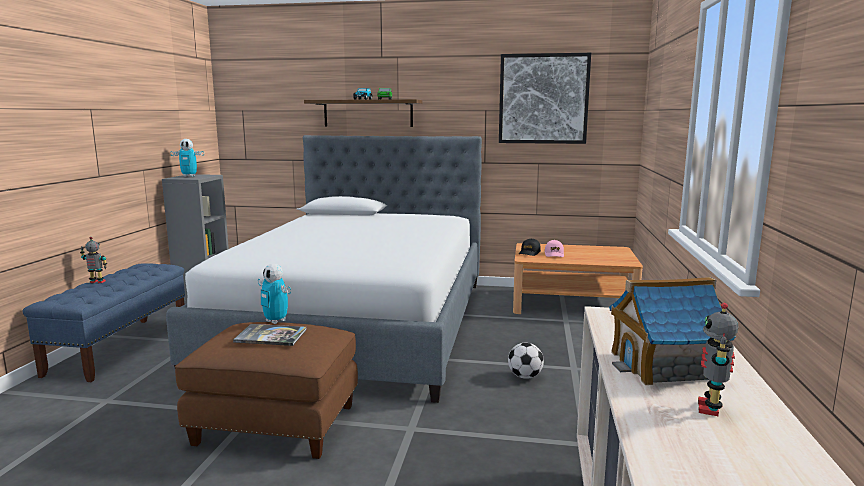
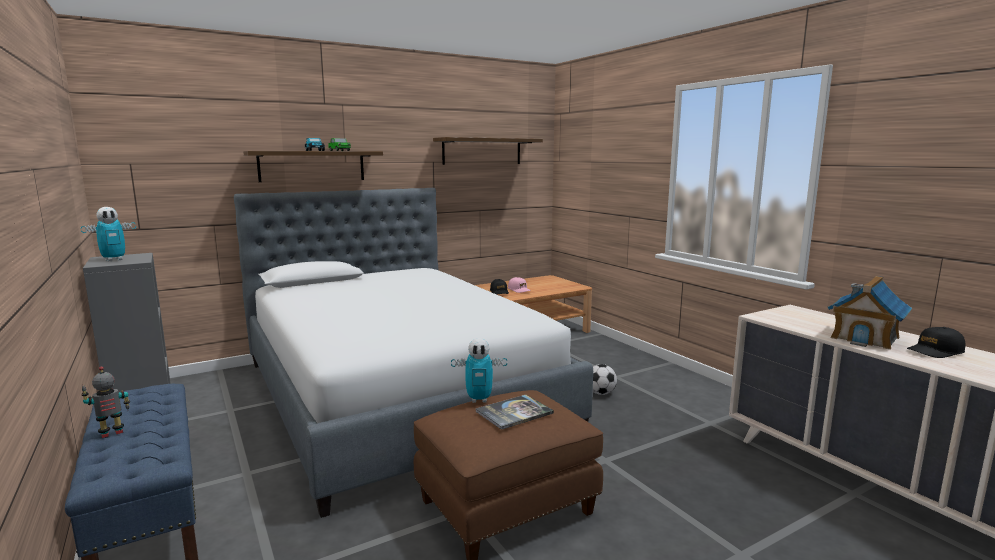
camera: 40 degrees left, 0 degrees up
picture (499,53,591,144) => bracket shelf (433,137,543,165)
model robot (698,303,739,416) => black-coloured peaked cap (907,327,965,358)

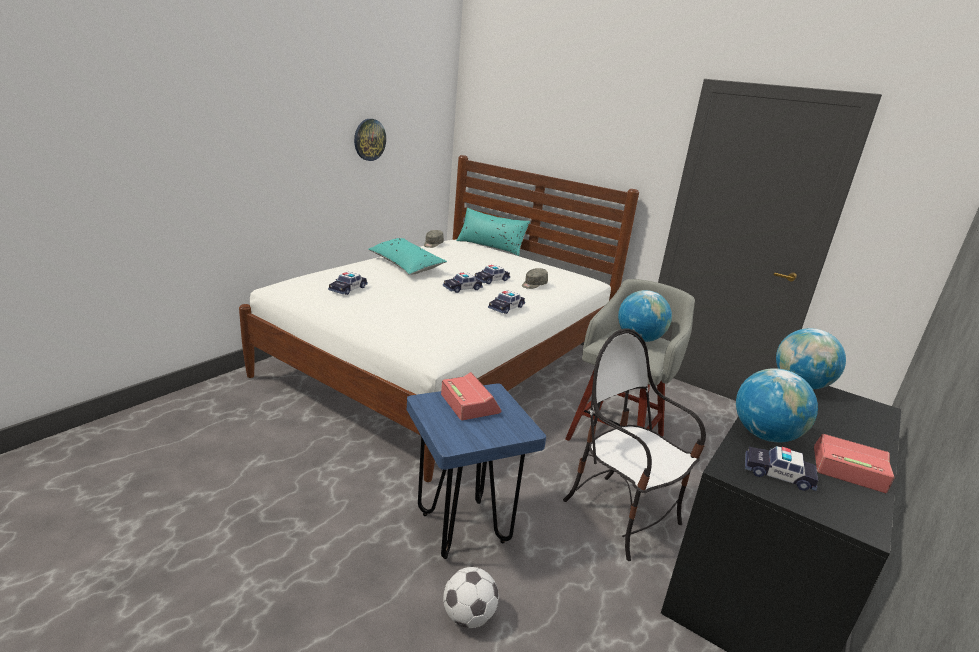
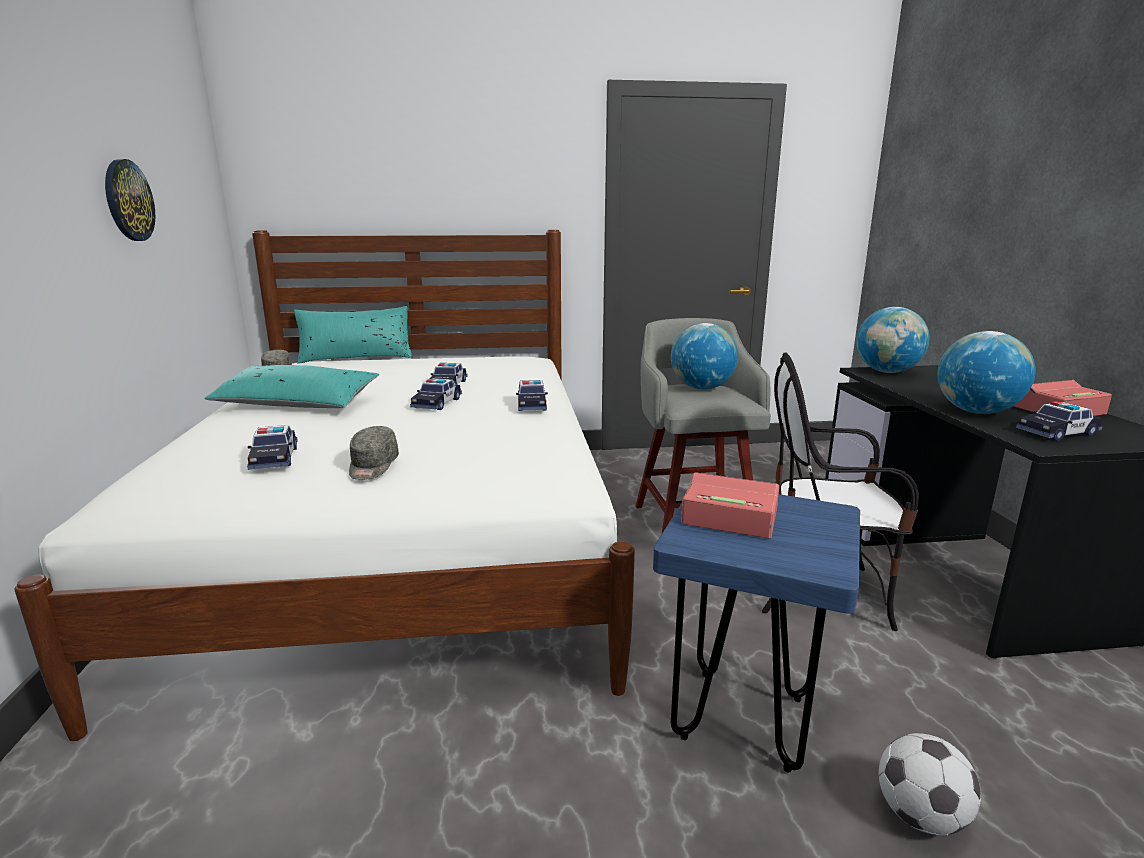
camera: 40 degrees left, 5 degrees down
grey peaked cap (522,268,548,289) => grey peaked cap (349,426,399,480), move

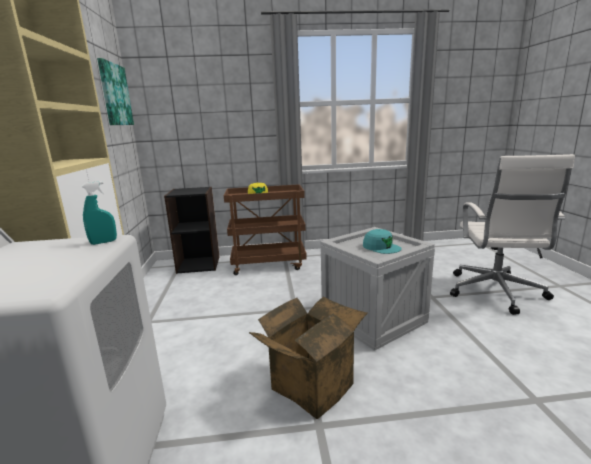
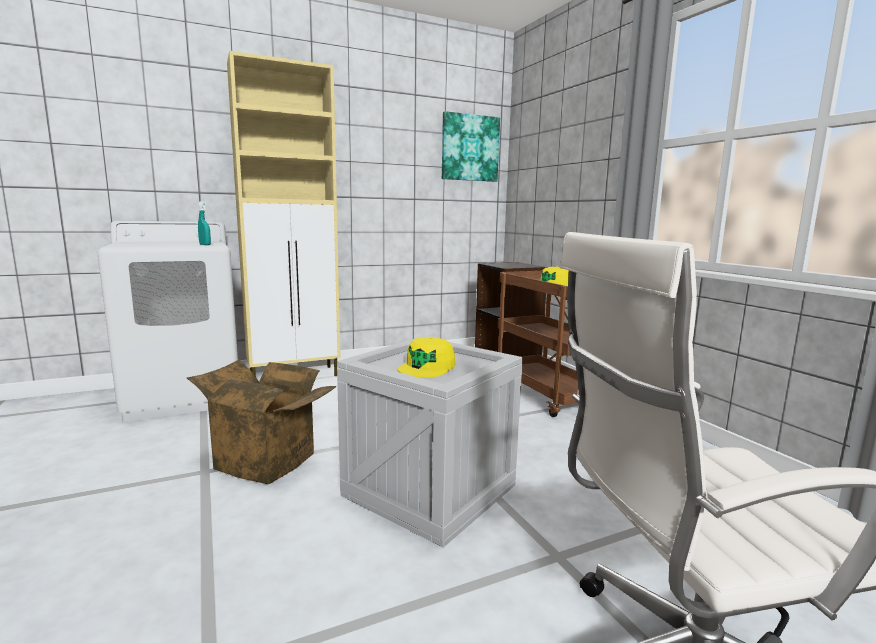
camera: 70 degrees right, 5 degrees down
turquoise-coloured peaked cap (363,229,402,254) => yellowish peaked cap (398,337,455,377)

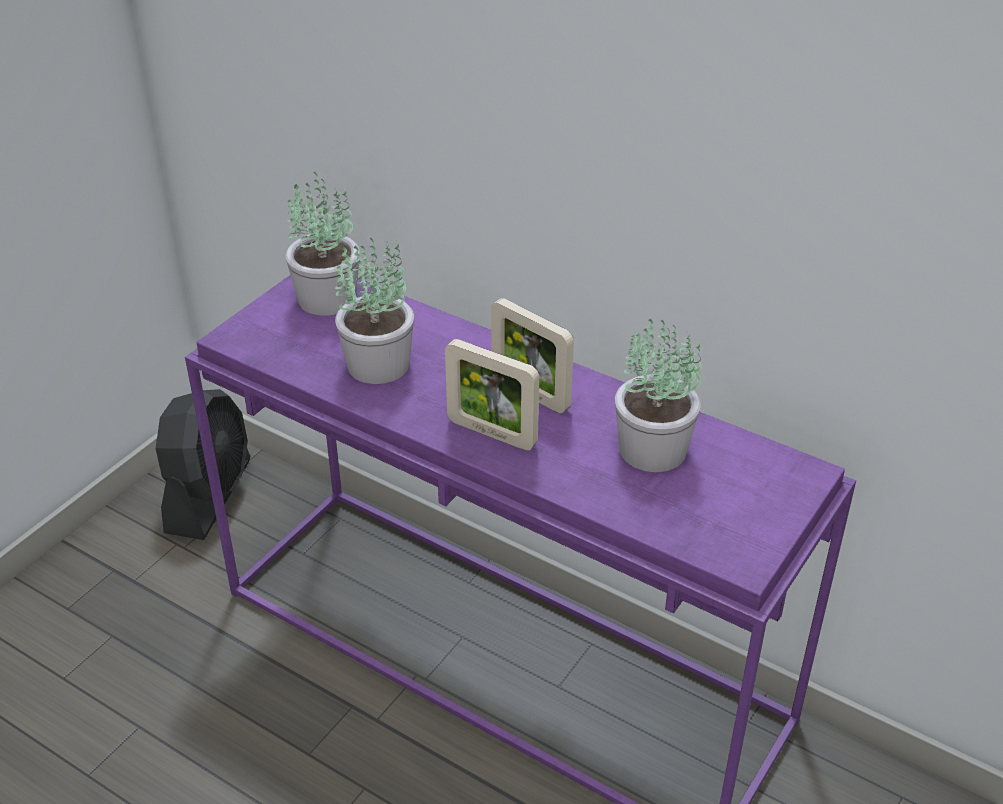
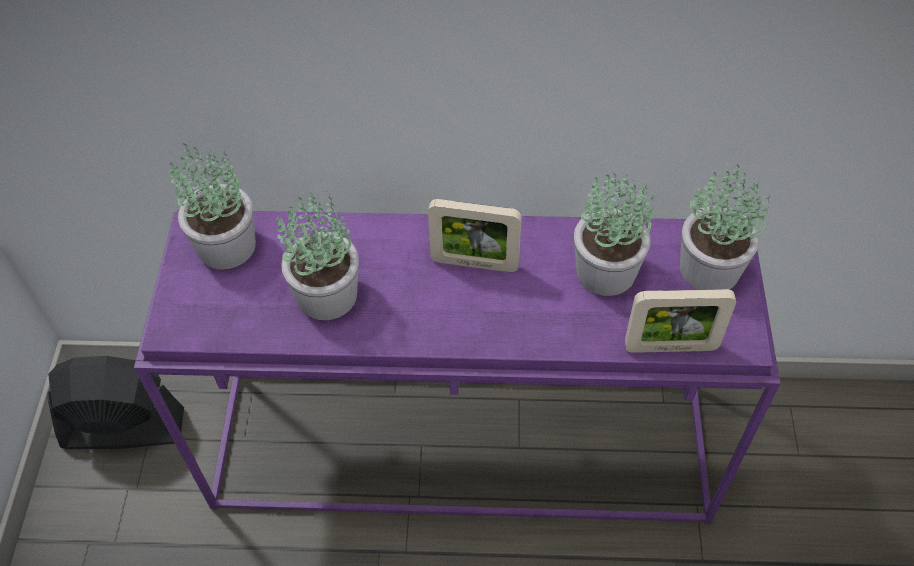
camera: 30 degrees left, 15 degrees up
nothing => houseplant (680,164,771,290)
picture frame (445,339,539,450) => picture frame (625,289,736,353), move
black-coloured fan (156,389,250,540) => black-coloured fan (47,356,184,449), 75 degrees counterclockwise

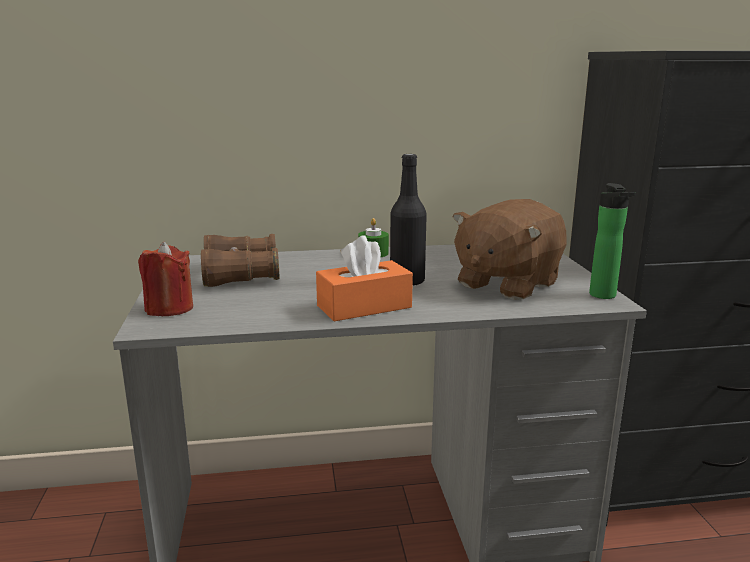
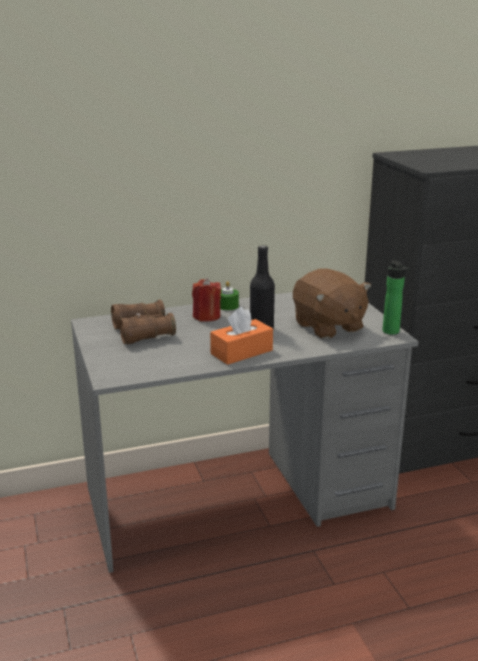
camera: 10 degrees left, 5 degrees up
reddish wax light (138,241,193,316) => reddish wax light (192,278,221,321), move
brownish cuddly toy (452,199,567,300) => brownish cuddly toy (293,268,371,339), 60 degrees counterclockwise

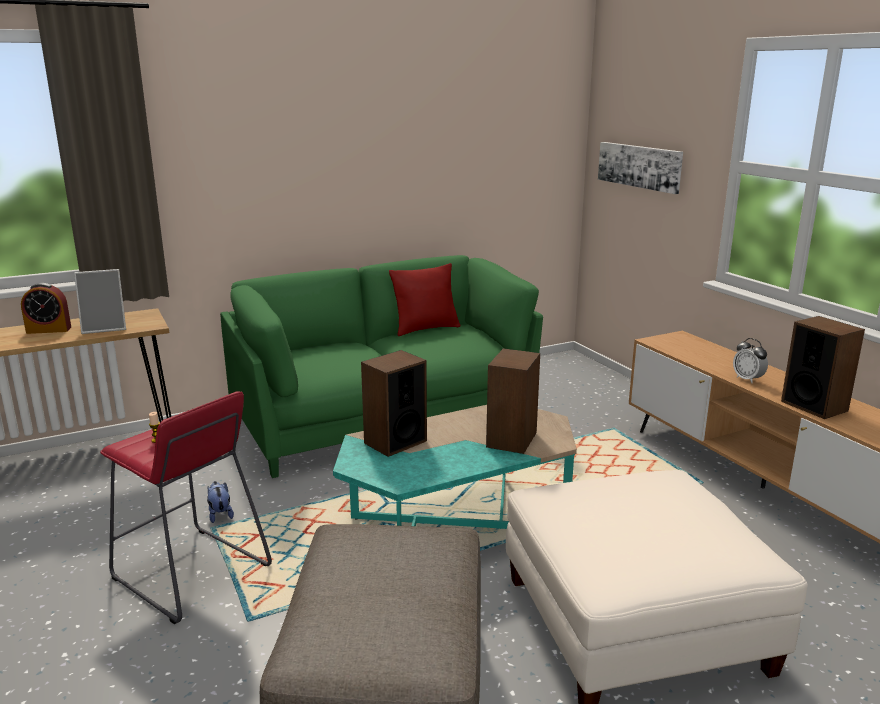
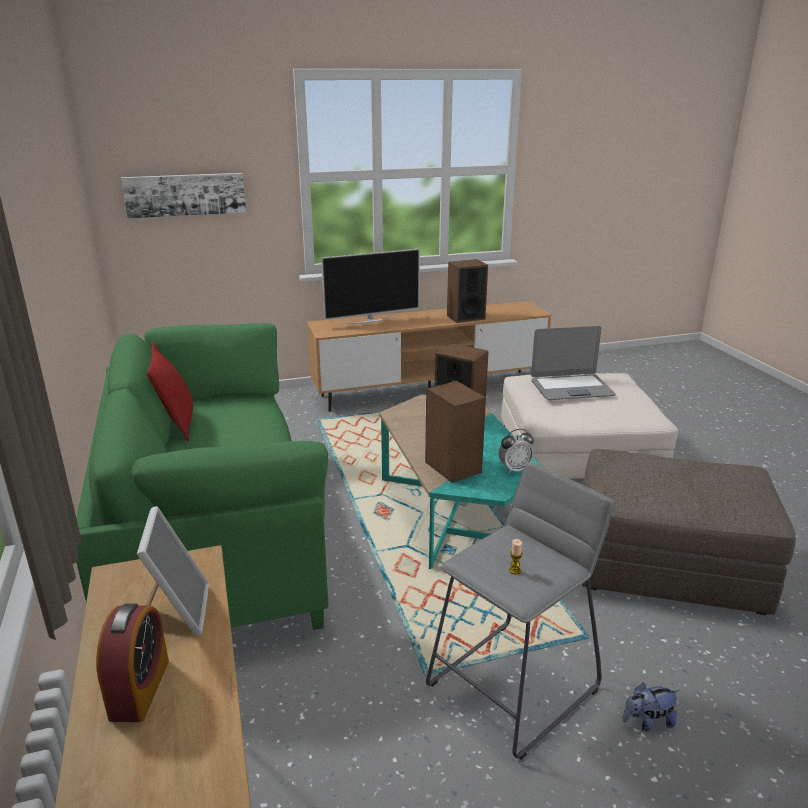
camera: 80 degrees left, 5 degrees up
nothing => TV (321,249,420,324)
nothing => portable computer (531,326,616,400)
cuddly toy (207,481,234,523) => cuddly toy (623,683,680,731), move
bedside clock (733,338,768,383) => bedside clock (498,429,534,473), move
reddish stool (100,391,272,624) => grey stool (426,461,614,760)

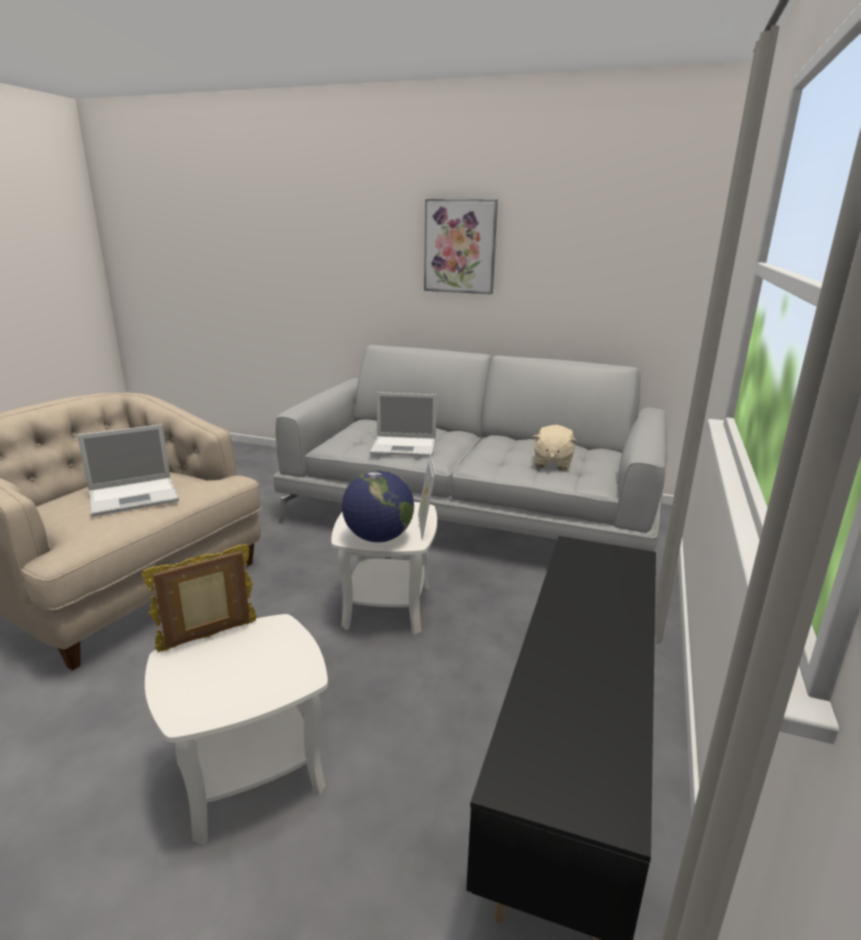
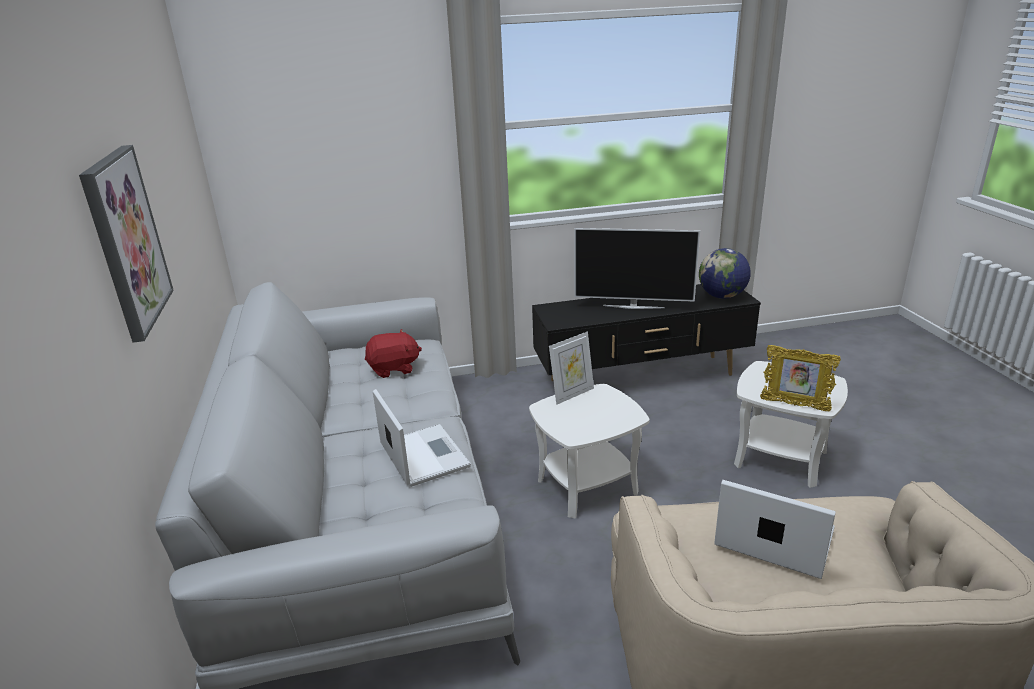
camera: 120 degrees left, 5 degrees up
nothing => TV (574,228,700,309)
world globe (342,470,414,542) => world globe (699,248,751,298), move
beige cuddly toy (533,425,577,470) => reddish cuddly toy (365,329,422,378)

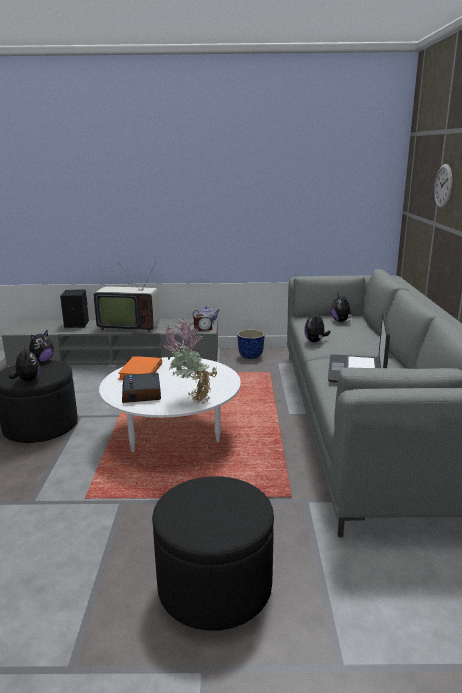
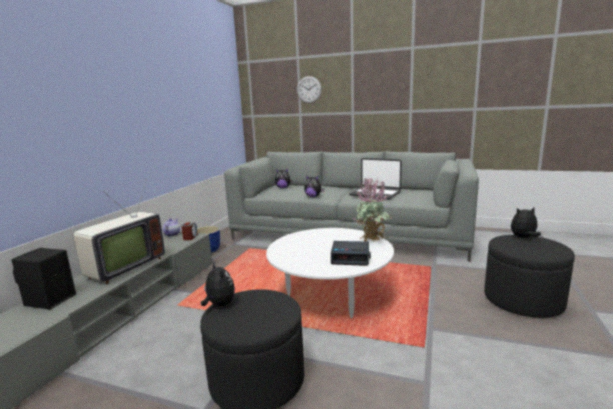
camera: 70 degrees left, 5 degrees down
orange-coloured volume (118,356,162,380) => nothing
cuddly toy (9,346,40,381) => cuddly toy (511,207,541,238), move

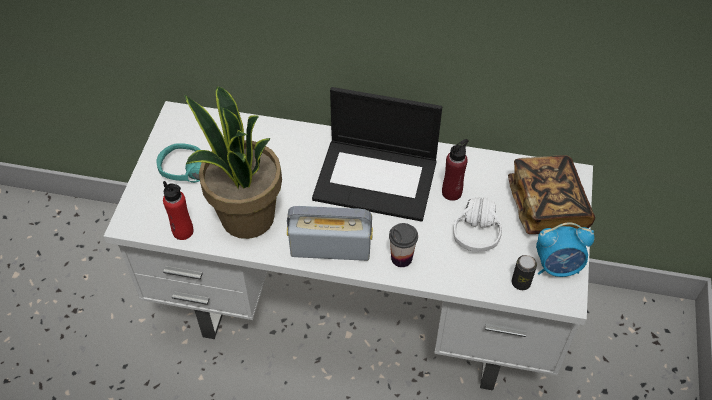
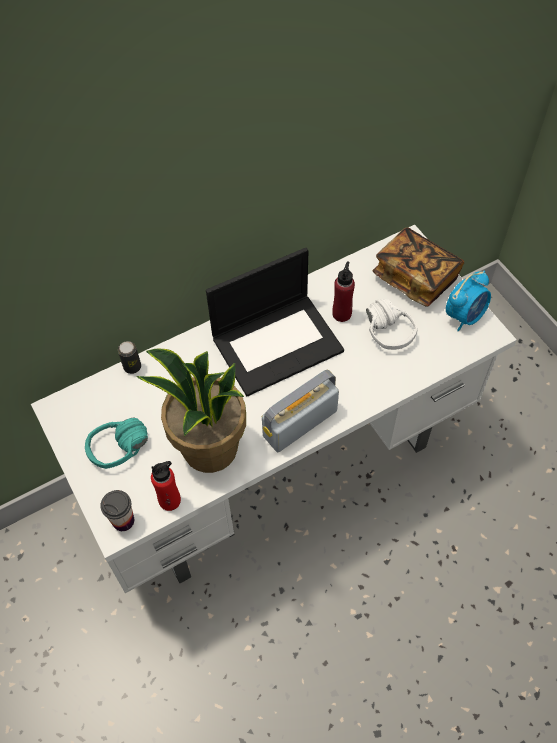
camera: 40 degrees left, 5 degrees up
small cup (389,223,418,267) => small cup (100,490,134,531), move
sealed can (512,255,537,290) => sealed can (118,341,141,374), move

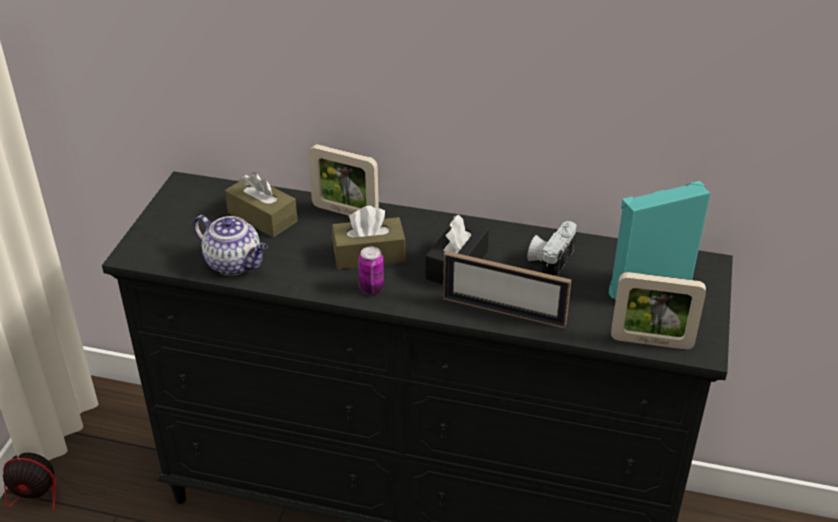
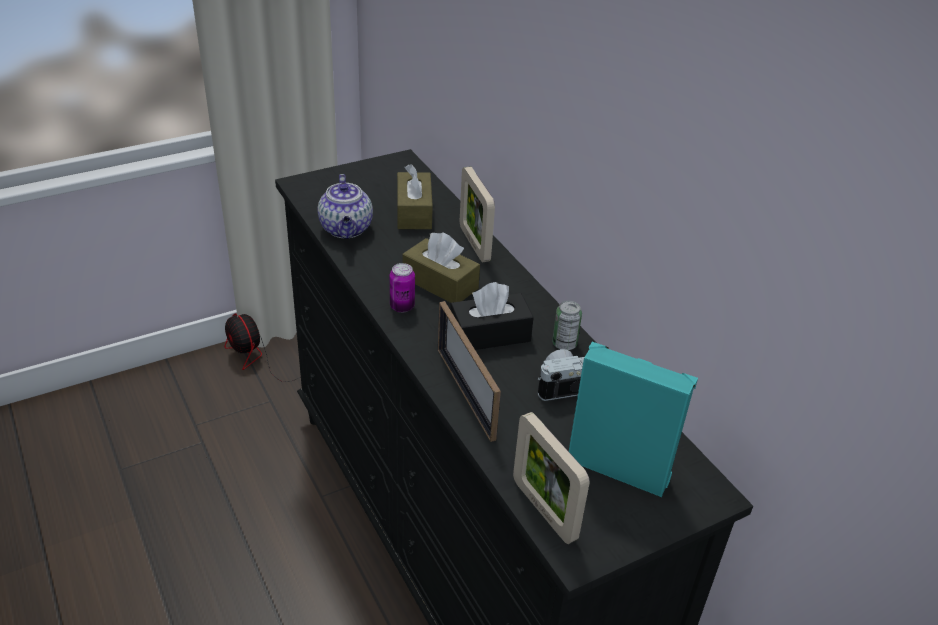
camera: 45 degrees right, 0 degrees up
nothing => sealed can (552,300,582,350)

